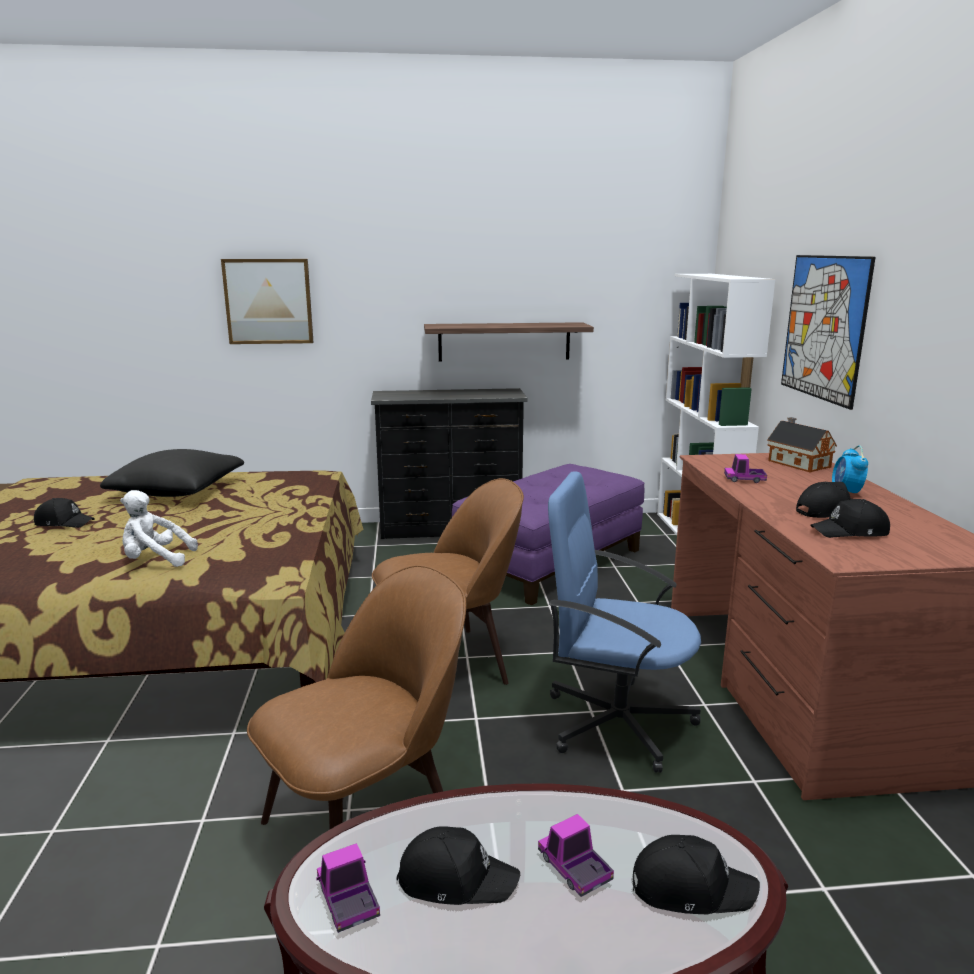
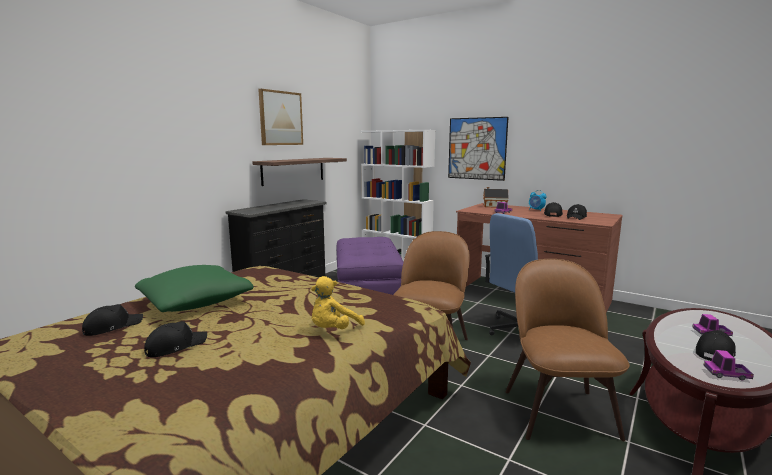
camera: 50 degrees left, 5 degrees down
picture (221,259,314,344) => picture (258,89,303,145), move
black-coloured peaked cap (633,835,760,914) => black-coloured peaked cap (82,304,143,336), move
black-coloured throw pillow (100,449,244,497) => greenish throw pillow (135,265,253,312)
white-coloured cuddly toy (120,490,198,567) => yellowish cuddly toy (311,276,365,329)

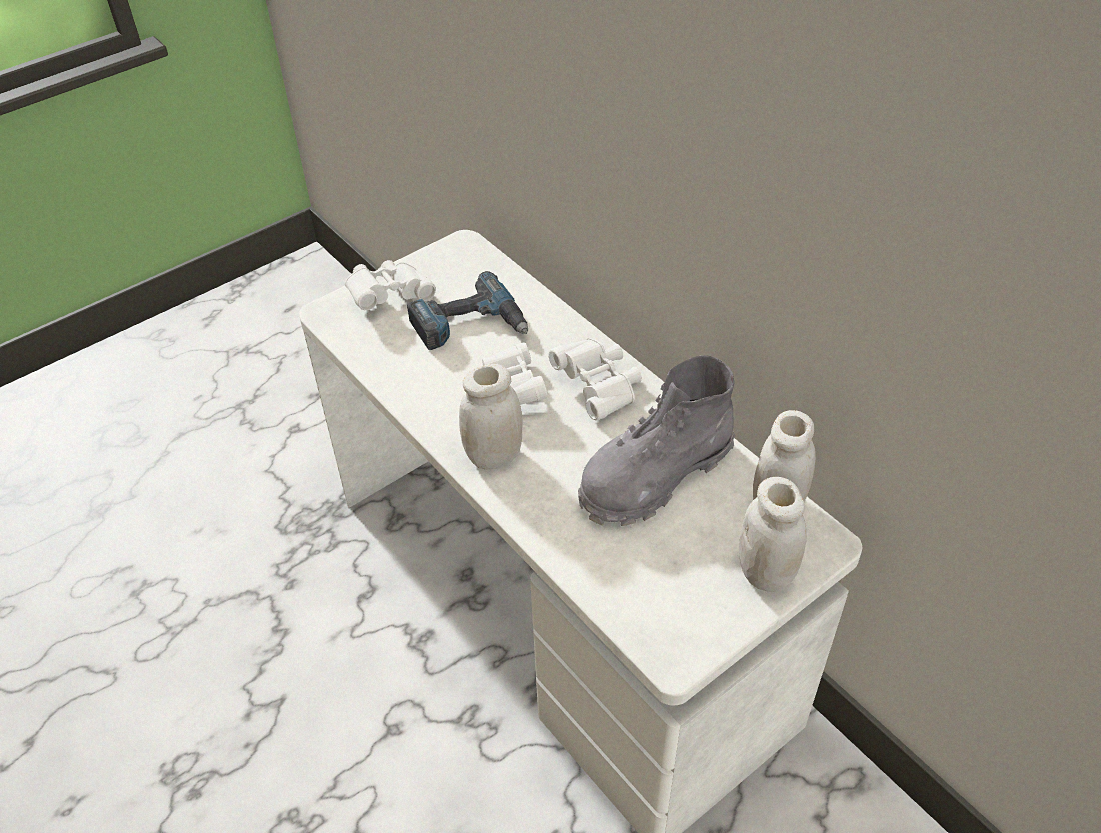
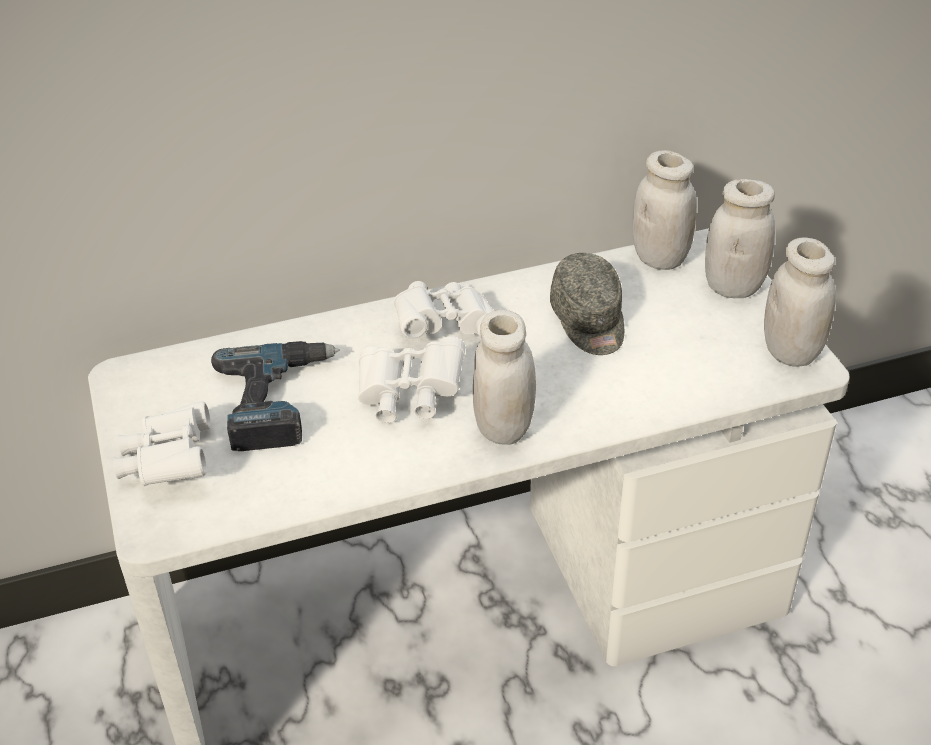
camera: 70 degrees left, 5 degrees down
nothing => white-coloured storage jar (764,238,836,367)
grey high-top boot (578,355,735,526) => grey peaked cap (550,253,624,355)

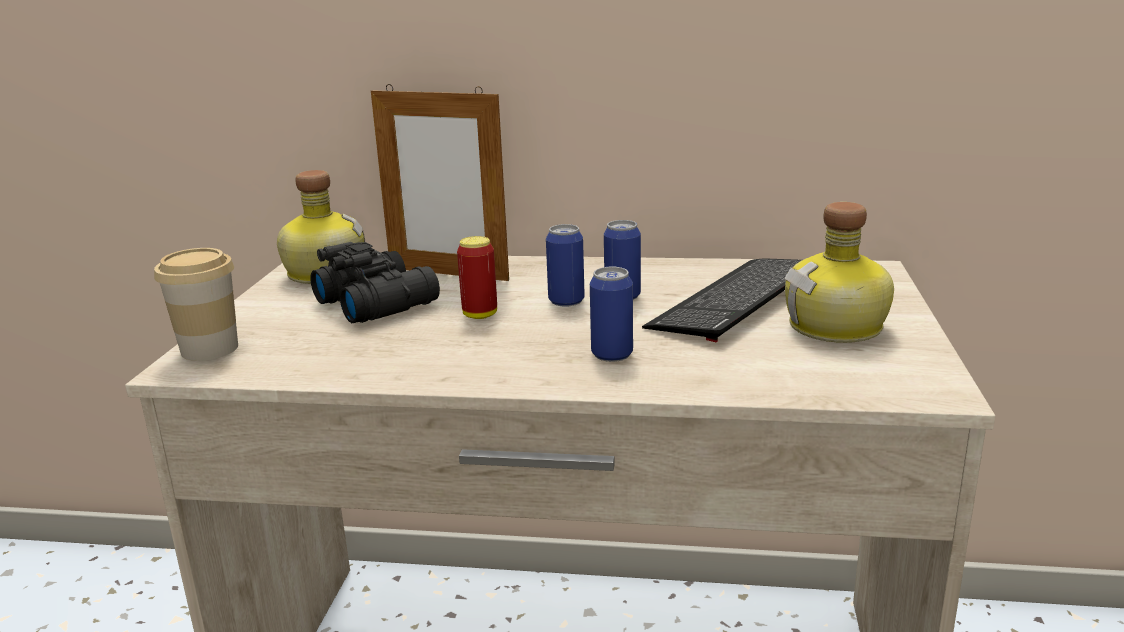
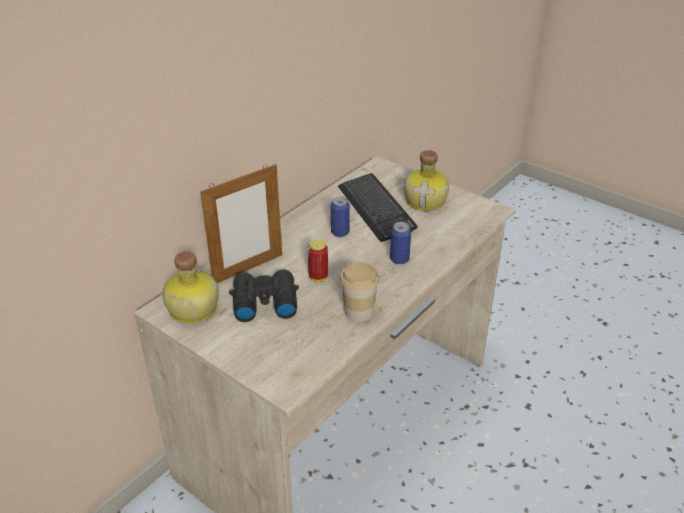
camera: 60 degrees left, 15 degrees up
sealed can (546,224,585,307) => nothing
small cup (154,248,238,361) => small cup (340,262,380,322), move

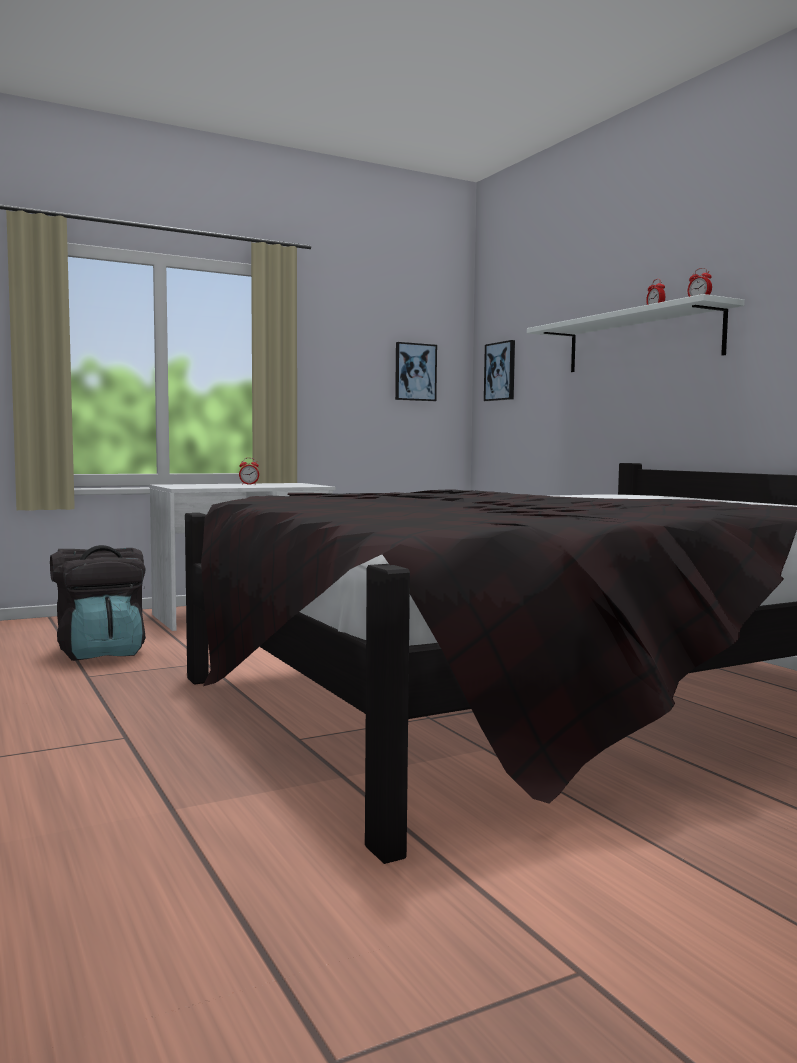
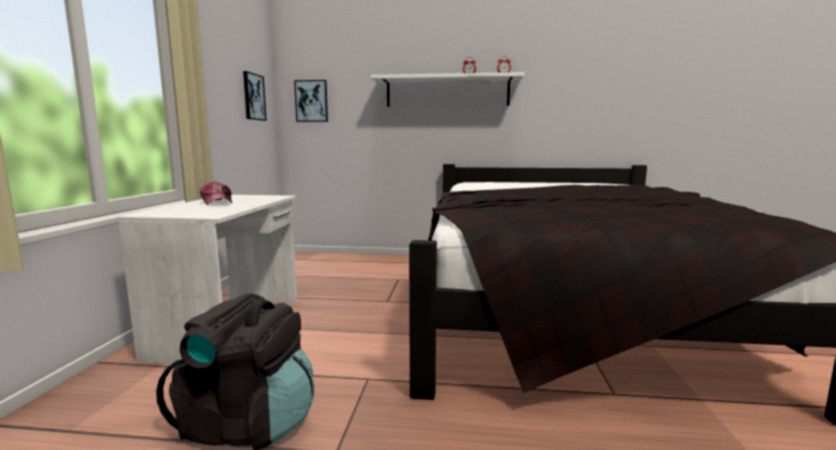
camera: 55 degrees left, 5 degrees up
bedside clock (239,458,259,485) => peaked cap (200,181,232,205)

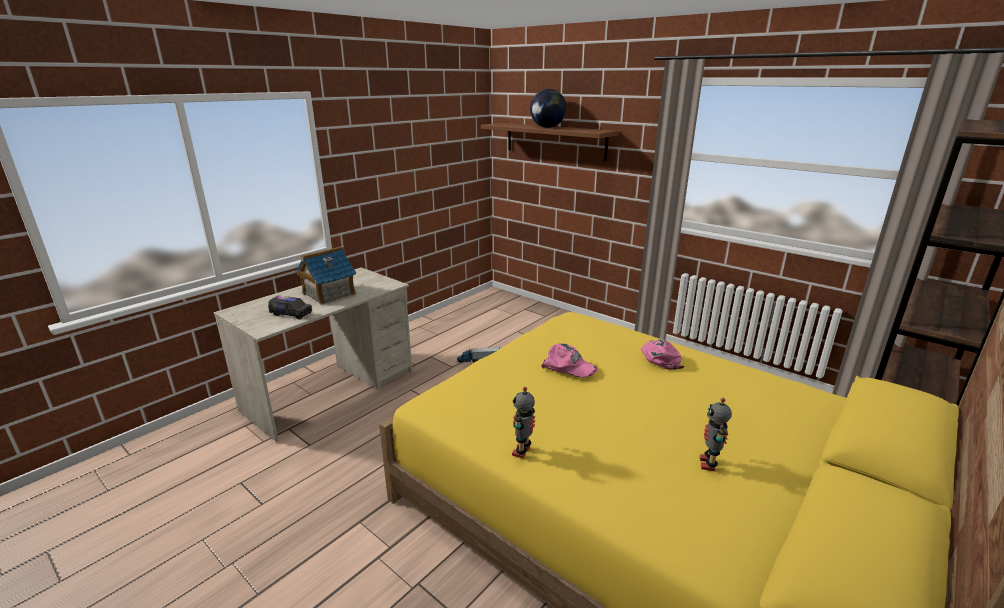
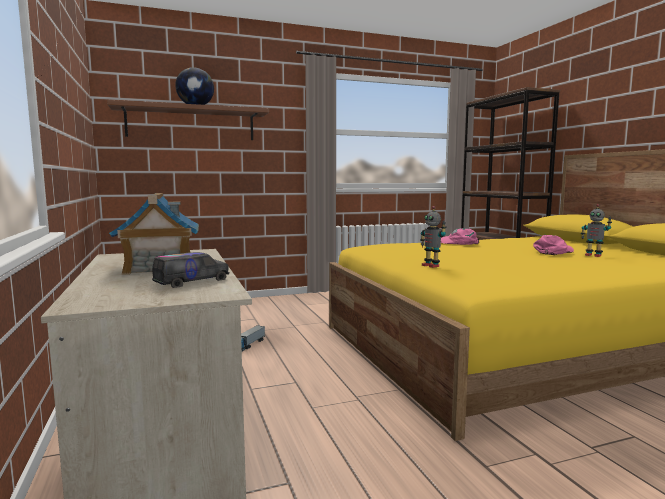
camera: 60 degrees left, 15 degrees down
model robot (512,387,535,459) => model robot (420,206,447,268), move
pink-coloured peaked cap (541,344,597,378) => pink-coloured peaked cap (533,235,574,255), move

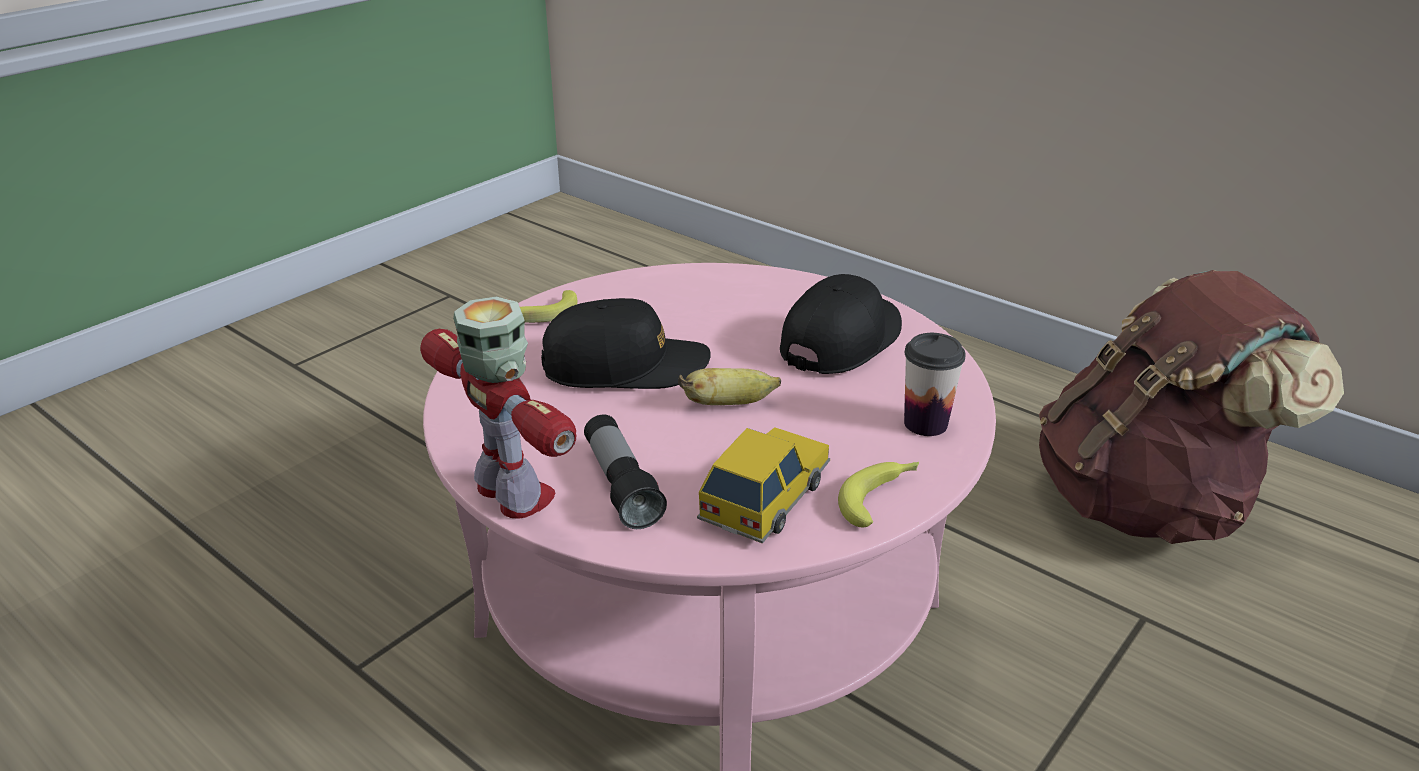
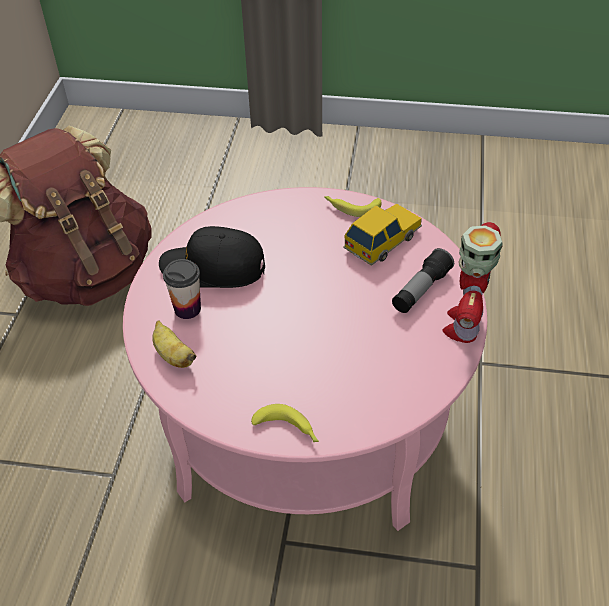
camera: 120 degrees left, 15 degrees up
black-coloured peaked cap (541,298,710,389) => nothing
banana fruit (678,368,781,405) => banana fruit (152,320,196,368), move
small cup (904,333,966,436) => small cup (163,259,201,319), move
model car (697,427,830,544) => model car (343,204,422,266), 135 degrees clockwise

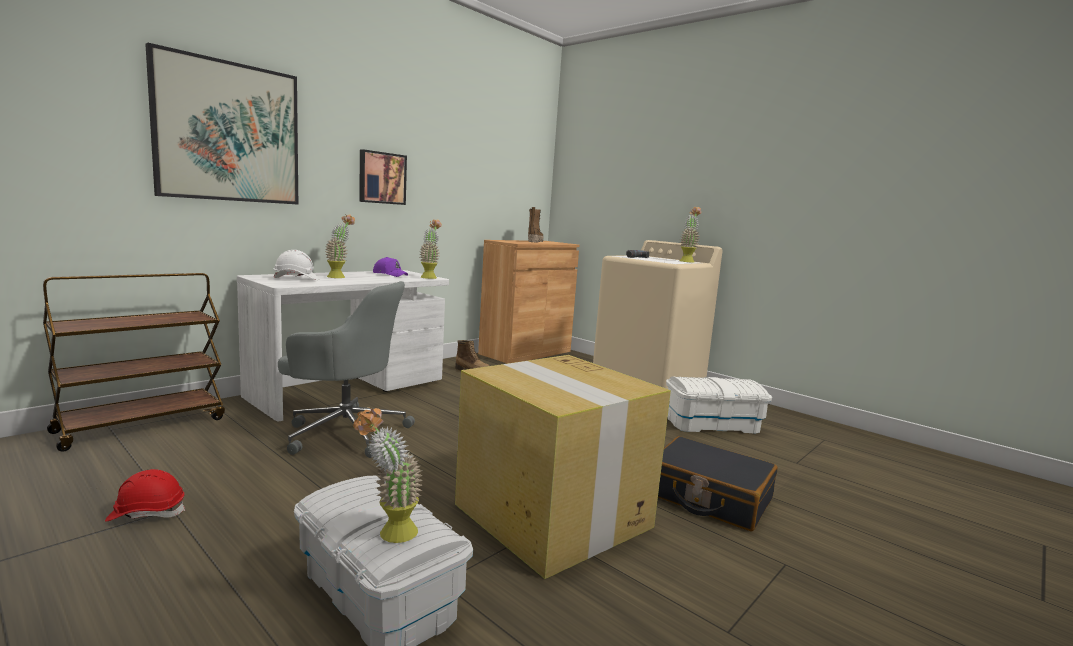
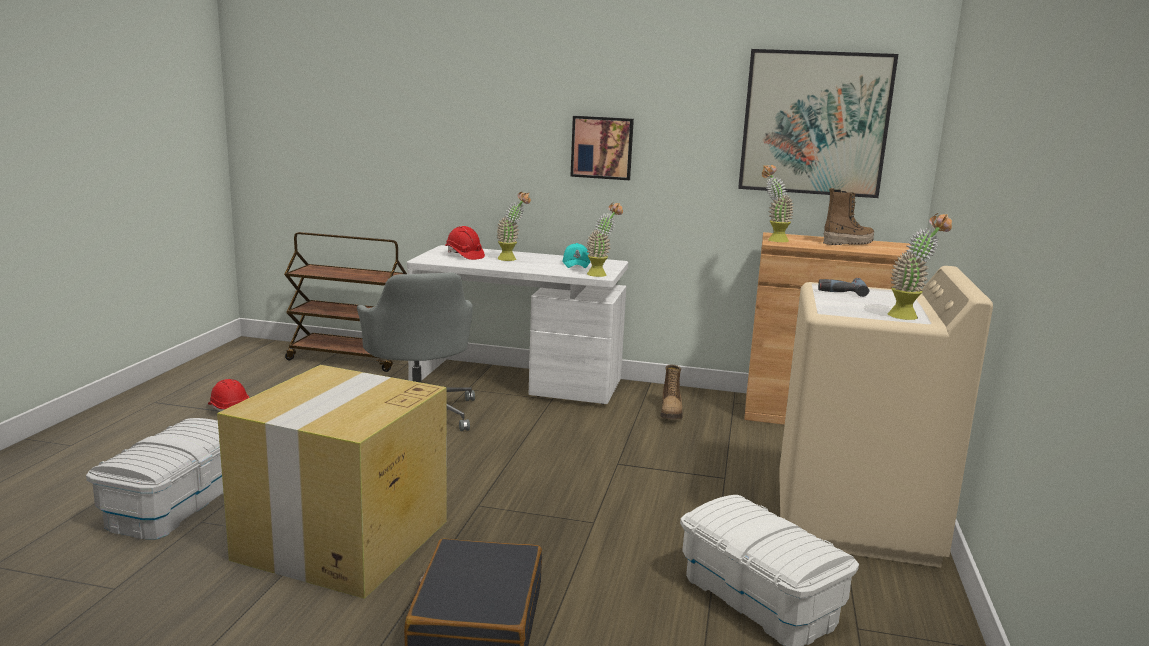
camera: 60 degrees right, 5 degrees up
picture (145,43,298,204) => picture (738,49,898,198), move
houseplant (353,407,423,543) => houseplant (762,165,794,242), move
white-coloured safety helmet (273,250,320,280) => reddish safety helmet (445,226,485,260)
purple peaked cap (373,257,408,277) => turquoise-coloured peaked cap (562,243,590,268)

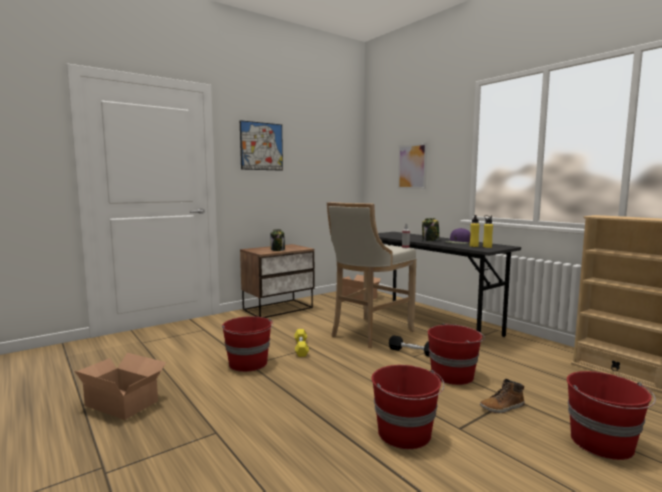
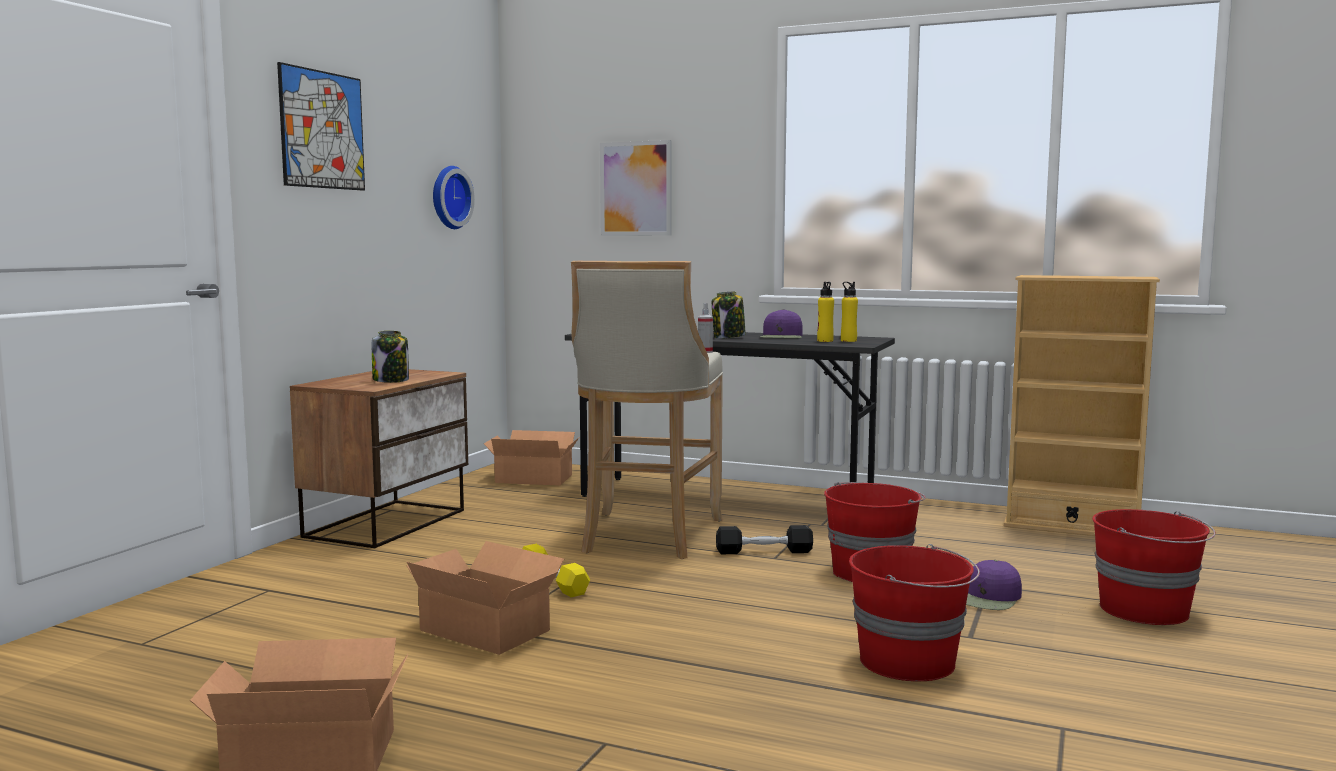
camera: 30 degrees left, 0 degrees up
nothing => hanging clock (433,166,475,229)
reddish pail (222,316,273,372) => packing box (407,541,564,655)
high-top boot (480,379,524,413) => purple peaked cap (966,560,1022,610)

